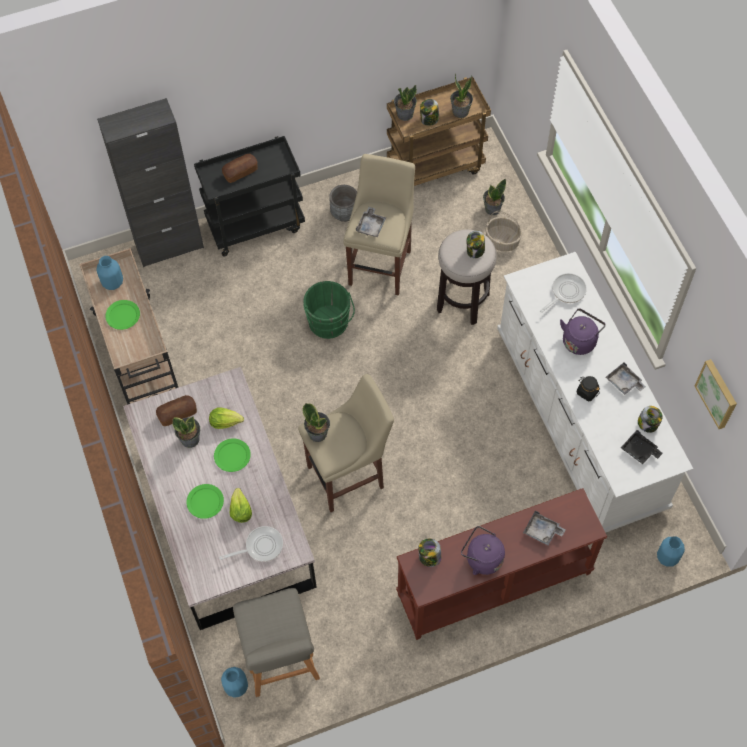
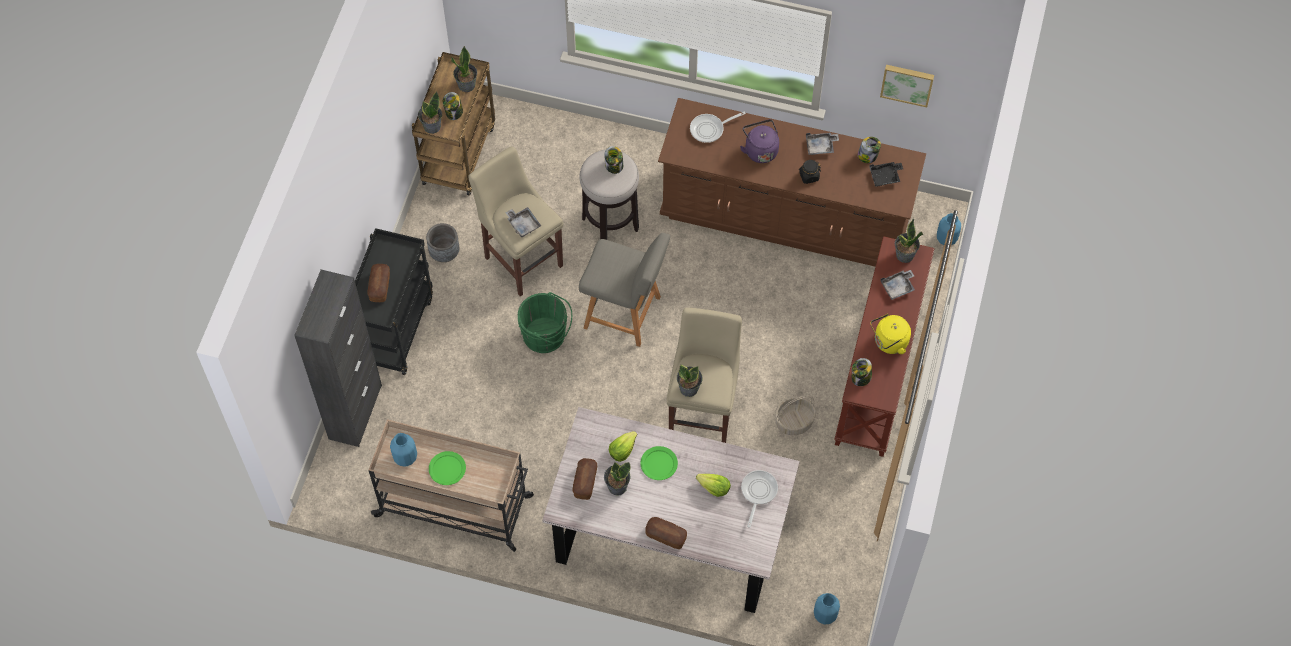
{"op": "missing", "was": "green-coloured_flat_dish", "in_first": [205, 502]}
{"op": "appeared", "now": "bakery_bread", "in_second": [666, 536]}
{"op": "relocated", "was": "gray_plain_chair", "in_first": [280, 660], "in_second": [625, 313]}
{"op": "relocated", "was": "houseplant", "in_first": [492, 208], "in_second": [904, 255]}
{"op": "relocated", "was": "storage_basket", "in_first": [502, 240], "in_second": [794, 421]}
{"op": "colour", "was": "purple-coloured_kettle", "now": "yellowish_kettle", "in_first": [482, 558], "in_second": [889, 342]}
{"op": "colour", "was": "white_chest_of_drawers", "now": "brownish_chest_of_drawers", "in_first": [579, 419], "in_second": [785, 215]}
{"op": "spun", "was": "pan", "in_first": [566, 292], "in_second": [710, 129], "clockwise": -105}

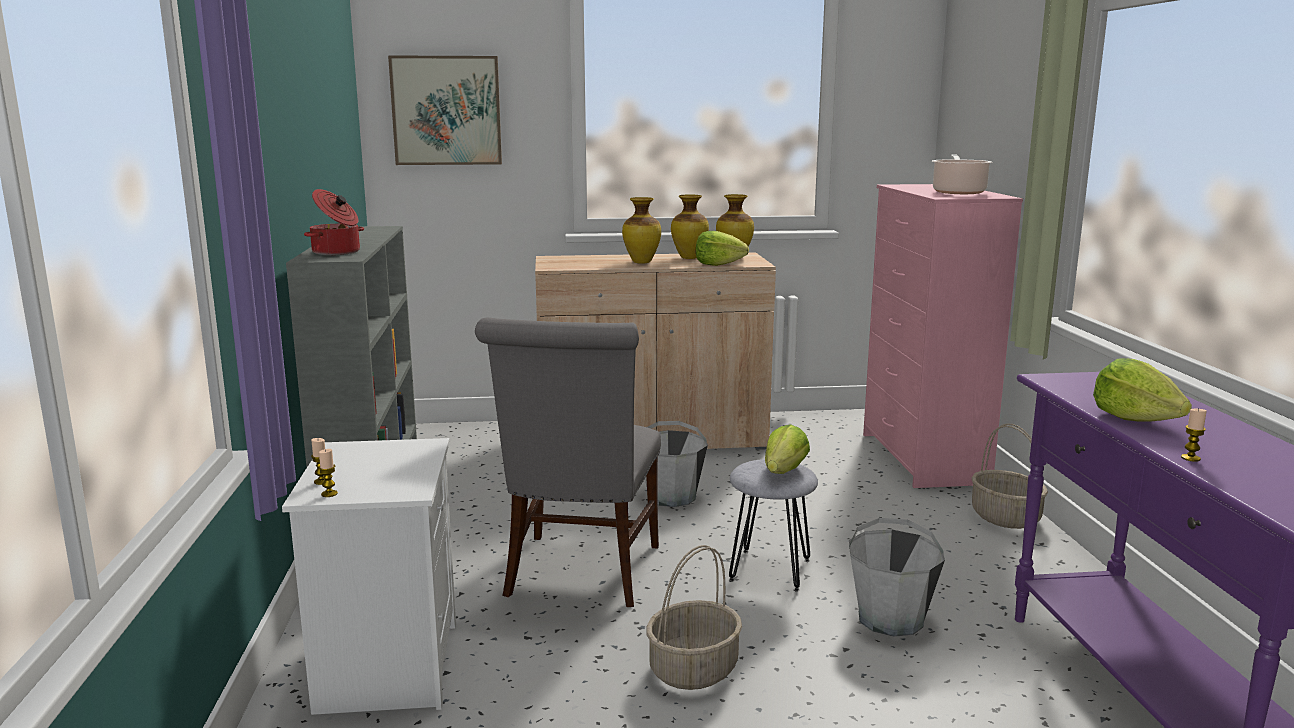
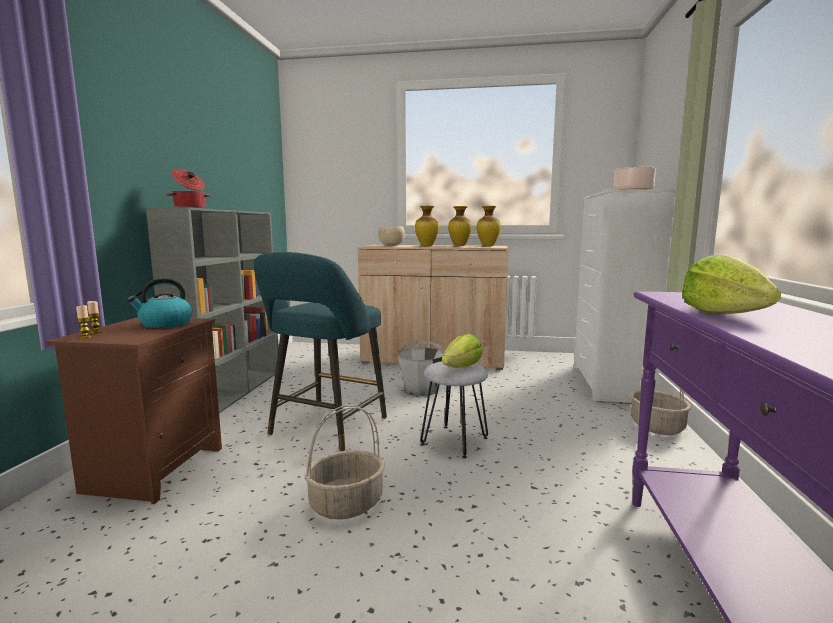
{"op": "missing", "was": "wall_picture", "in_first": [446, 110]}
{"op": "missing", "was": "lettuce_head", "in_first": [718, 264]}
{"op": "missing", "was": "gray_water_bucket", "in_first": [890, 619]}
{"op": "missing", "was": "candle", "in_first": [1190, 458]}
{"op": "appeared", "now": "kettle", "in_second": [165, 324]}
{"op": "appeared", "now": "beige_serving_bowl", "in_second": [391, 245]}
{"op": "exchanged", "was": "gray_plain_chair", "now": "turquoise-coloured_stool", "in_first": [580, 575], "in_second": [325, 429]}
{"op": "colour", "was": "white_bedside_table", "now": "brownish_bedside_table", "in_first": [387, 665], "in_second": [154, 468]}
{"op": "colour", "was": "pink-coloured_chest_of_drawers", "now": "white_chest_of_drawers", "in_first": [922, 459], "in_second": [609, 384]}

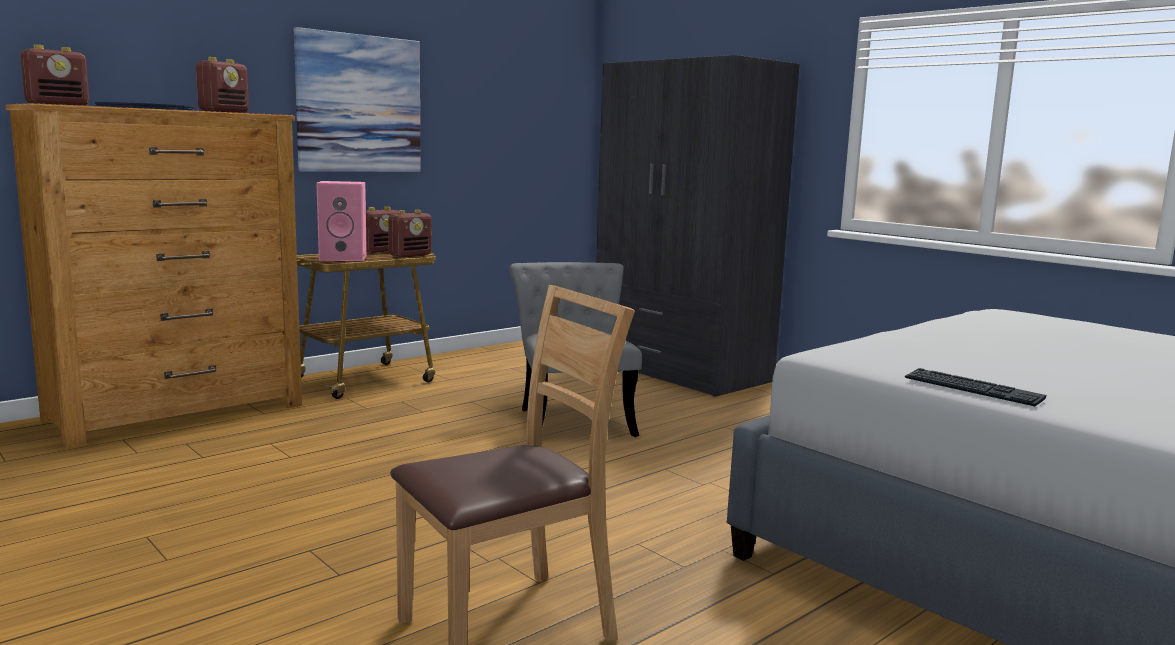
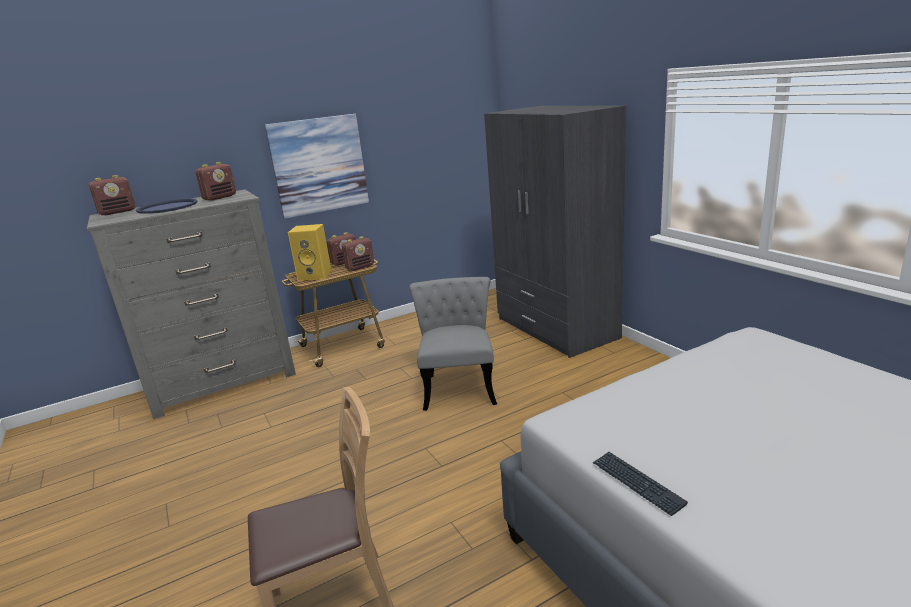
{"op": "colour", "was": "brownish_chest_of_drawers", "now": "gray_chest_of_drawers", "in_first": [177, 412], "in_second": [223, 382]}
{"op": "colour", "was": "pink-coloured_loudspeaker", "now": "yellowish_loudspeaker", "in_first": [344, 258], "in_second": [315, 275]}

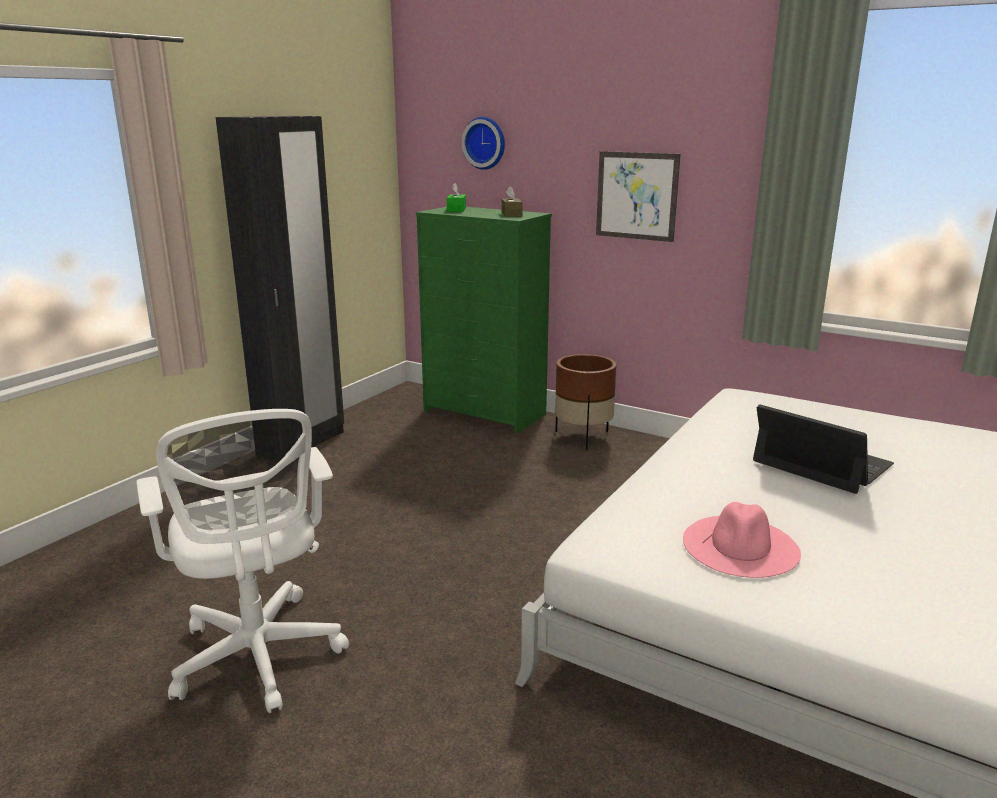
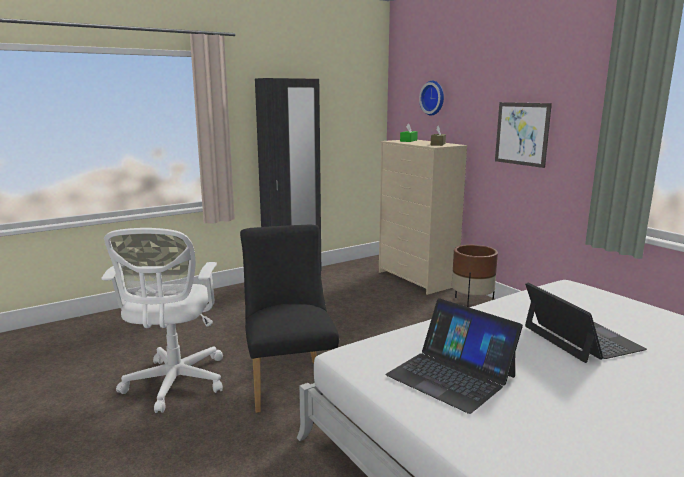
{"op": "appeared", "now": "blackish_plain_chair", "in_second": [290, 381]}
{"op": "exchanged", "was": "pink-coloured_clothing_hat", "now": "laptop", "in_first": [740, 545], "in_second": [451, 375]}
{"op": "colour", "was": "green-coloured_chest_of_drawers", "now": "beige_chest_of_drawers", "in_first": [485, 413], "in_second": [417, 279]}

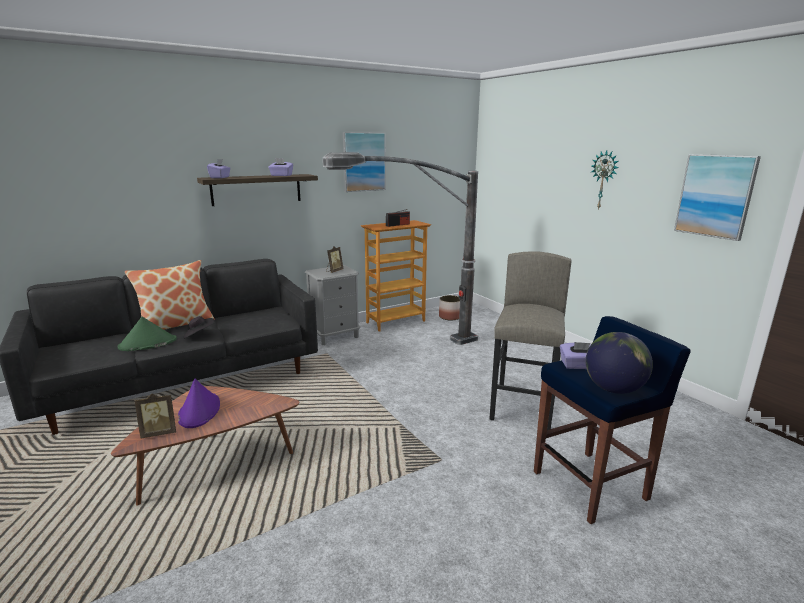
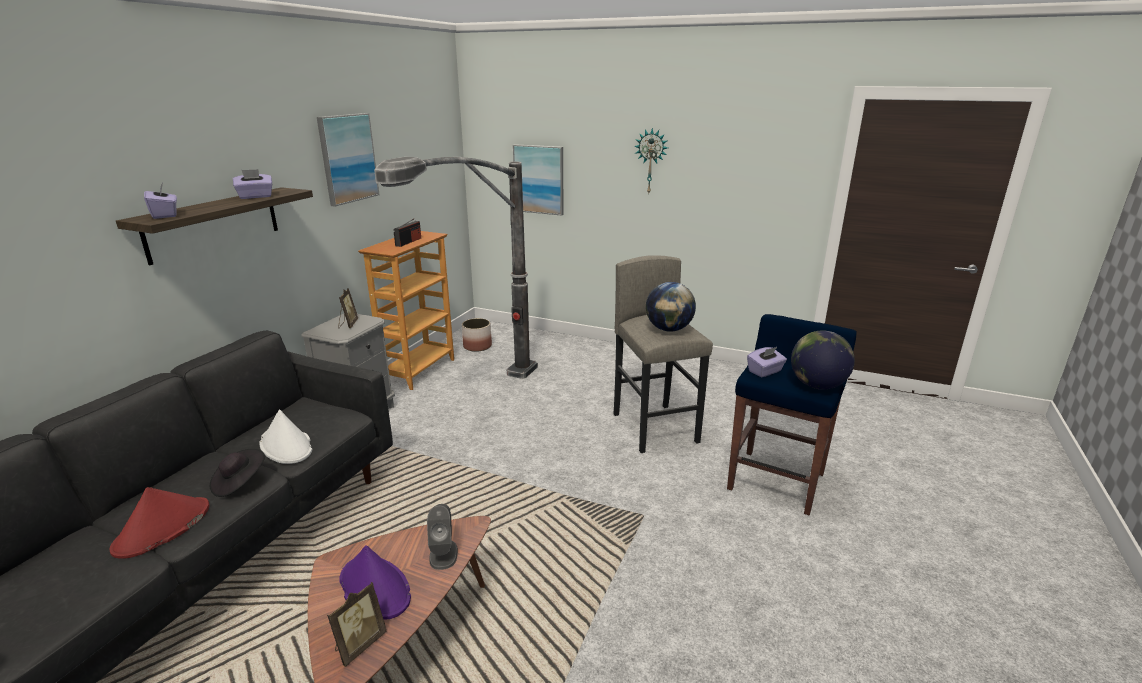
{"op": "missing", "was": "pillow", "in_first": [176, 325]}
{"op": "appeared", "now": "white_clothing_hat", "in_second": [286, 446]}
{"op": "appeared", "now": "gray_loudspeaker", "in_second": [443, 554]}
{"op": "appeared", "now": "world_globe", "in_second": [669, 329]}
{"op": "relocated", "was": "wall_picture", "in_first": [715, 196], "in_second": [539, 179]}
{"op": "colour", "was": "green-coloured_clothing_hat", "now": "red_clothing_hat", "in_first": [147, 344], "in_second": [162, 528]}

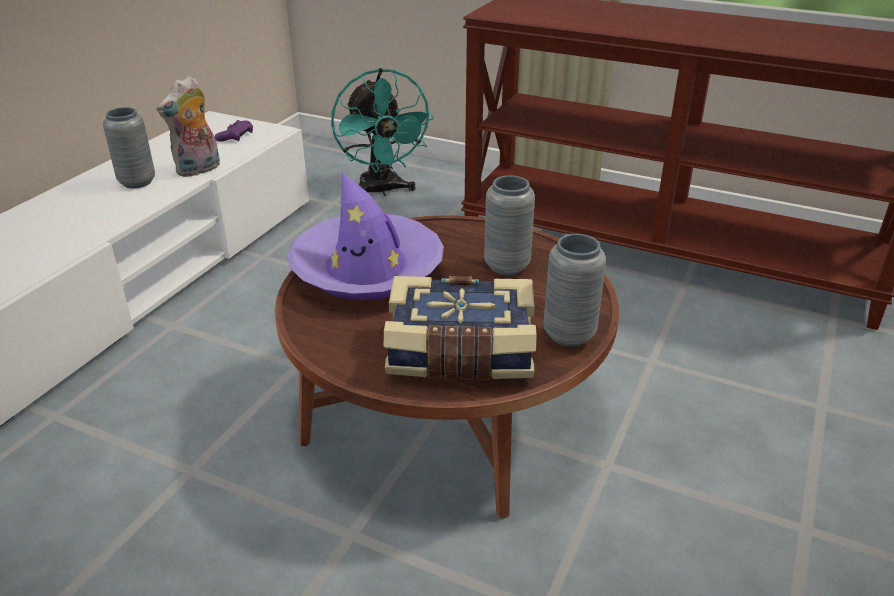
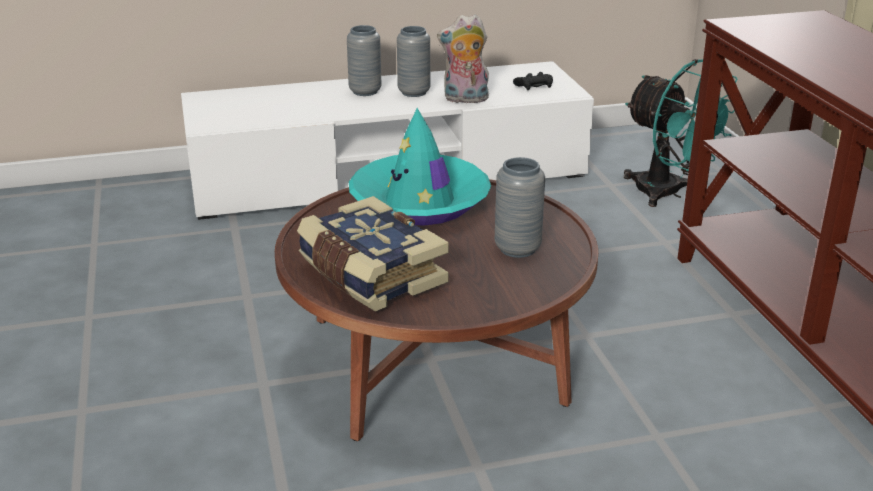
{"op": "relocated", "was": "gray_vase", "in_first": [569, 335], "in_second": [365, 92]}
{"op": "colour", "was": "purple-coloured_gamepad", "now": "blackish_gamepad", "in_first": [235, 136], "in_second": [534, 86]}
{"op": "colour", "was": "purple-coloured_clothing_hat", "now": "turquoise-coloured_clothing_hat", "in_first": [367, 269], "in_second": [420, 202]}
{"op": "spun", "was": "turquoise-coloured_fan", "in_first": [382, 191], "in_second": [668, 193], "clockwise": -75}

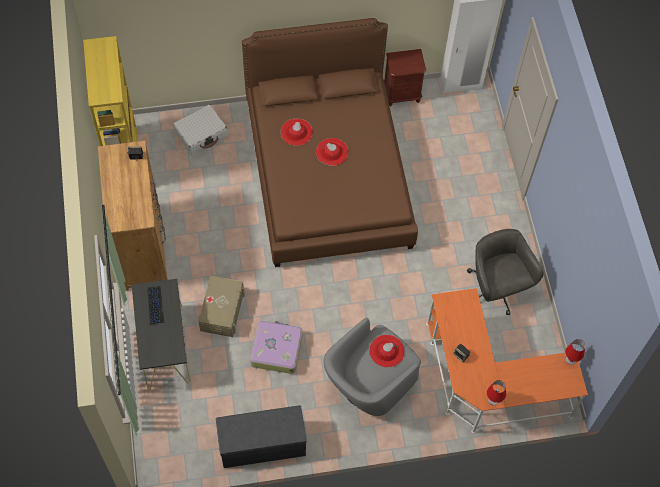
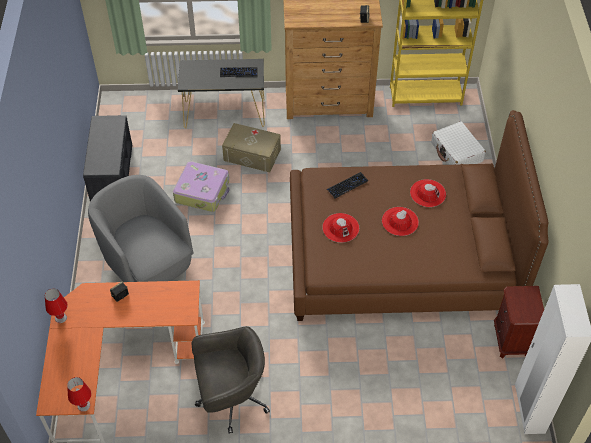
{"op": "appeared", "now": "PC_keyboard", "in_second": [347, 185]}
{"op": "relocated", "was": "red_clothing_hat", "in_first": [386, 351], "in_second": [340, 228]}

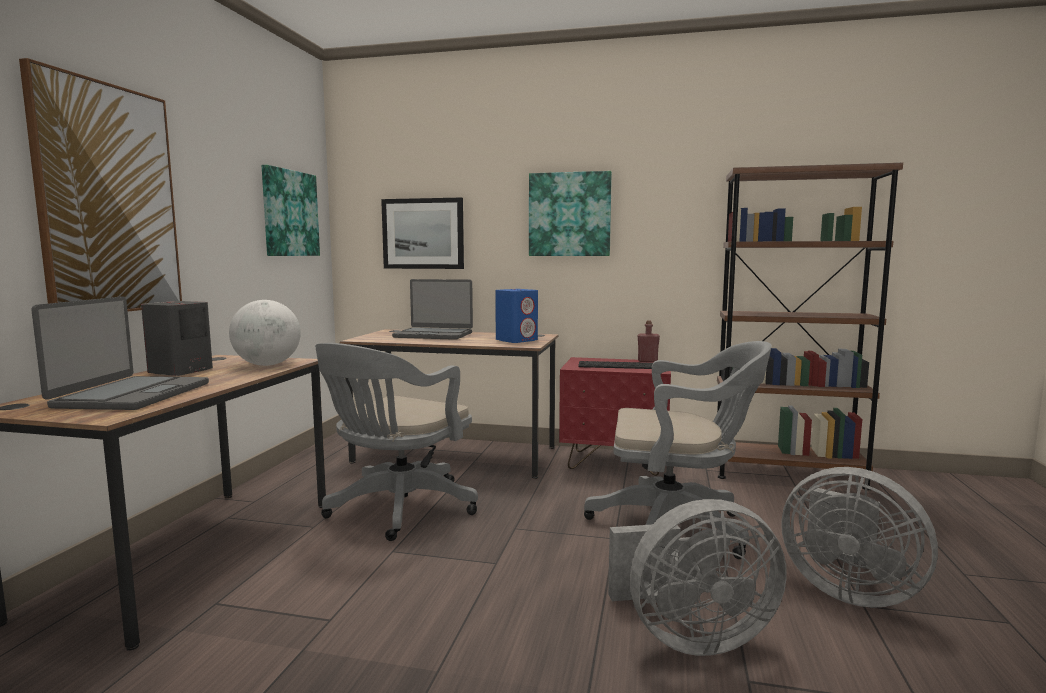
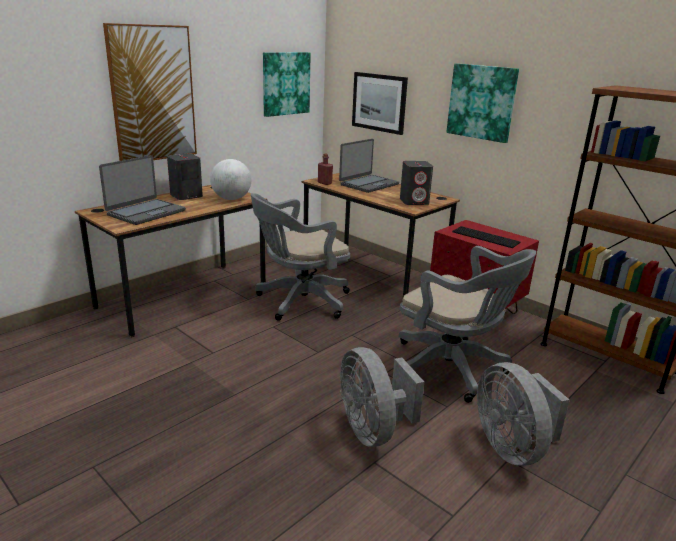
{"op": "relocated", "was": "red_drink_bottle", "in_first": [647, 361], "in_second": [324, 183]}
{"op": "colour", "was": "blue_loudspeaker", "now": "gray_loudspeaker", "in_first": [517, 340], "in_second": [414, 201]}
{"op": "spun", "was": "laptop", "in_first": [434, 335], "in_second": [368, 184], "clockwise": -90}
{"op": "spun", "was": "gray_fan", "in_first": [690, 637], "in_second": [373, 430], "clockwise": 45}

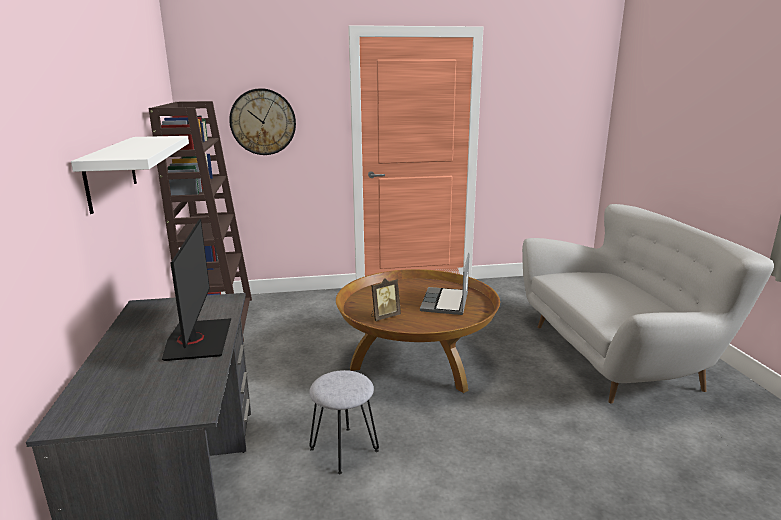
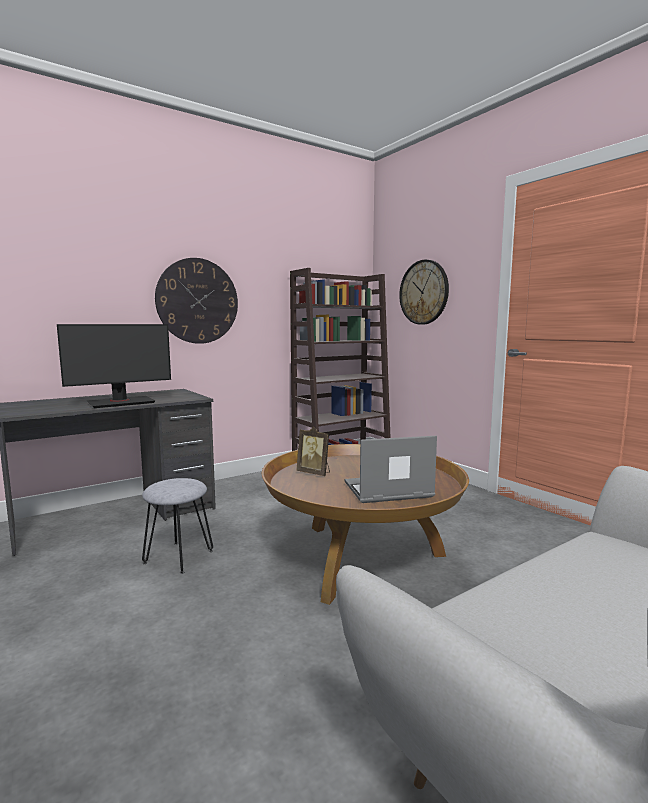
{"op": "exchanged", "was": "white_bracket_shelf", "now": "wall_clock", "in_first": [111, 172], "in_second": [197, 301]}

